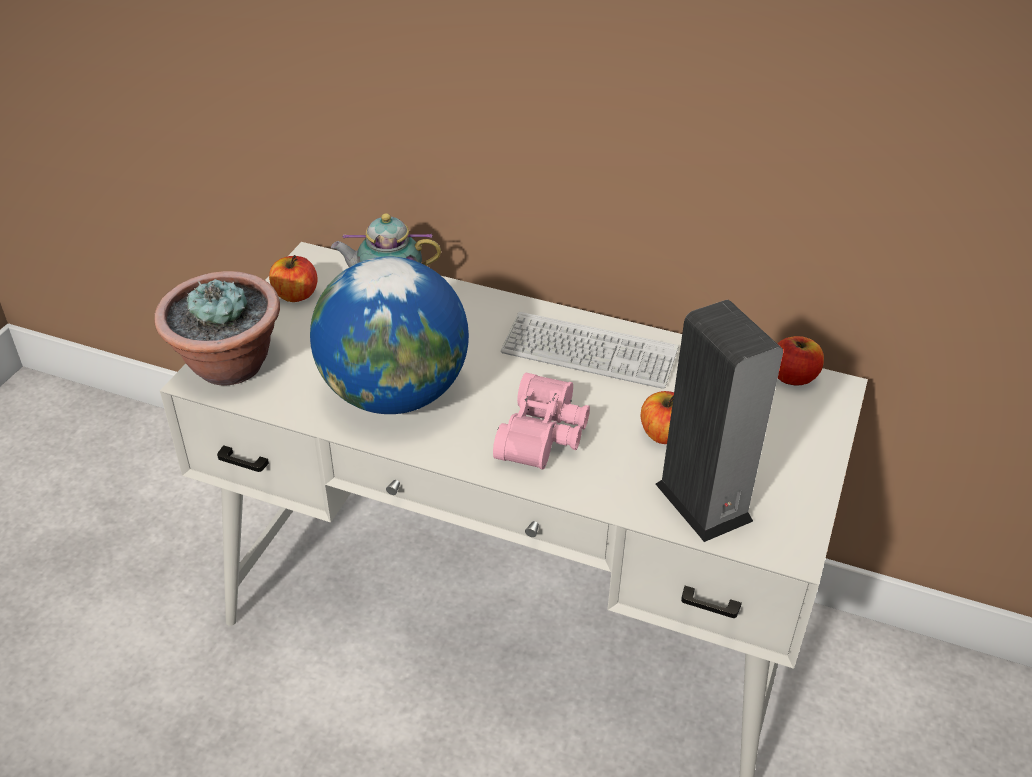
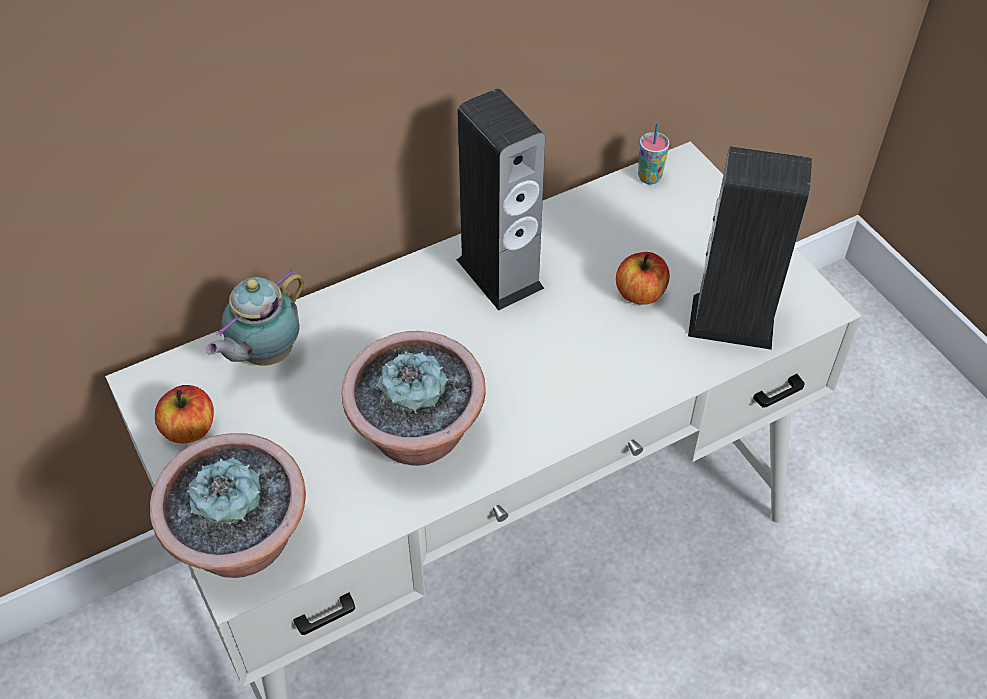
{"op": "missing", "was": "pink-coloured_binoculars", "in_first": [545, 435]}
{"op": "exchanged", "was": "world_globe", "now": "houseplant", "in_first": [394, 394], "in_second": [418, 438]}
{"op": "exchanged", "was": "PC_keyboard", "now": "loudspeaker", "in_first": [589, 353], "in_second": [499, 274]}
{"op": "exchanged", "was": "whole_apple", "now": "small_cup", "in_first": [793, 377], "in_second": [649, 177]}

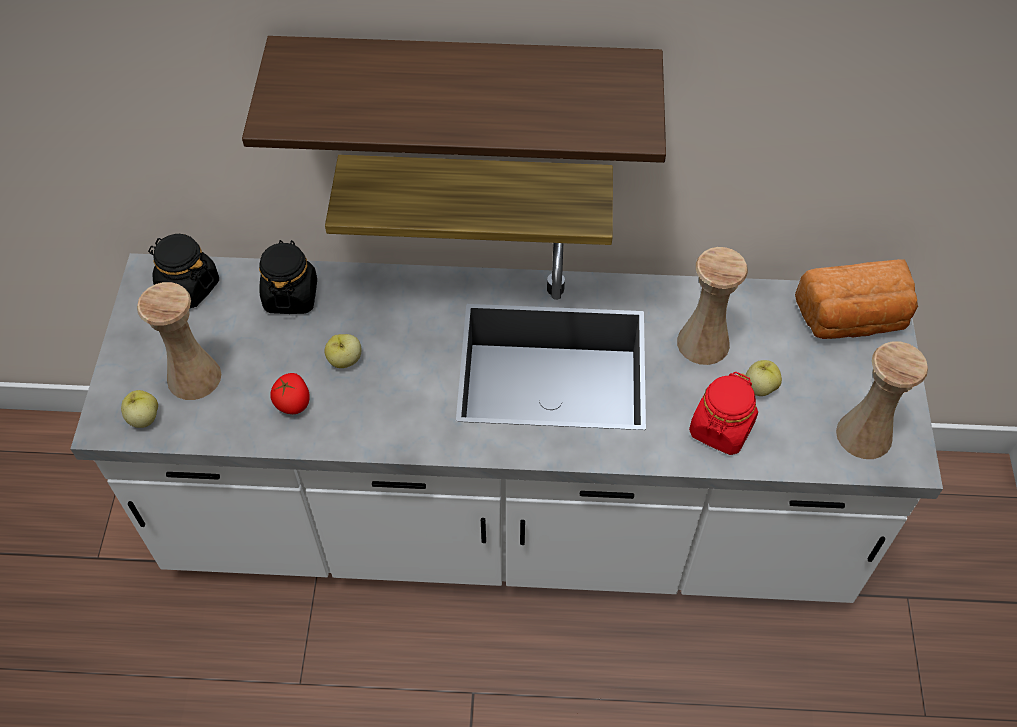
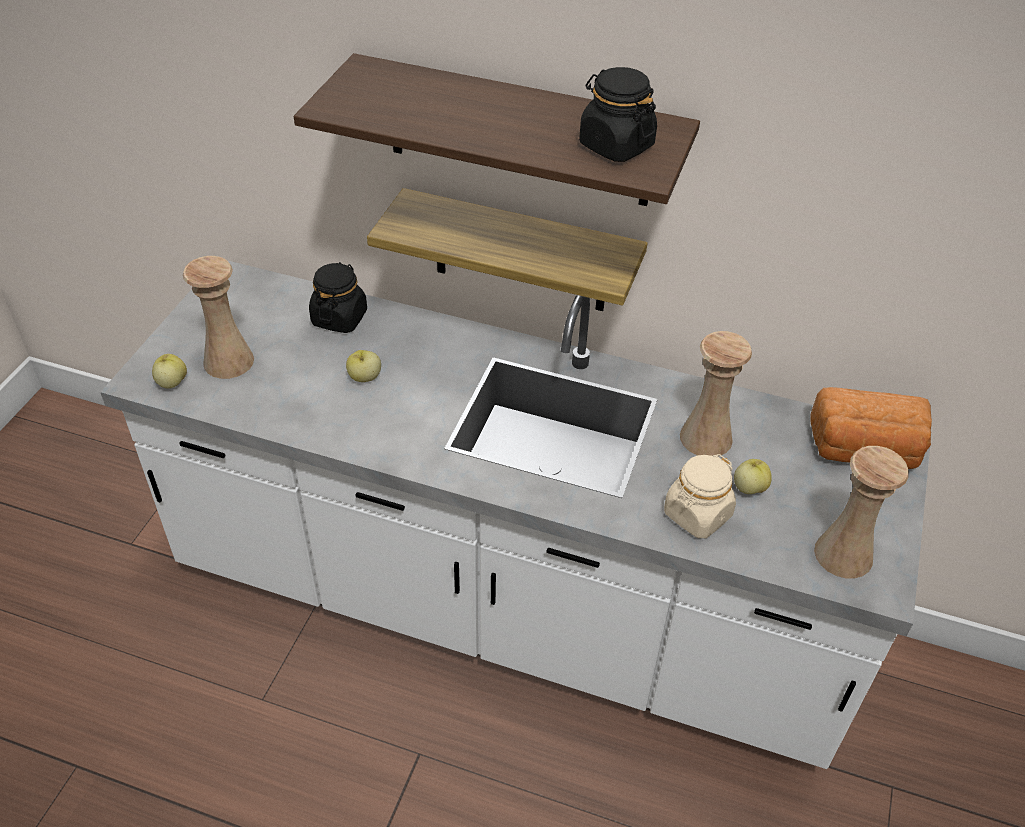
{"op": "missing", "was": "whole_tomato", "in_first": [293, 403]}
{"op": "relocated", "was": "blackish_storage_jar", "in_first": [188, 287], "in_second": [615, 145]}
{"op": "colour", "was": "red_storage_jar", "now": "beige_storage_jar", "in_first": [721, 429], "in_second": [697, 515]}

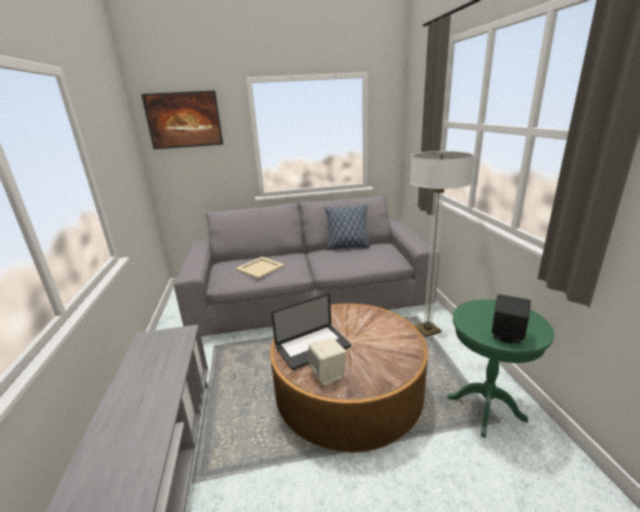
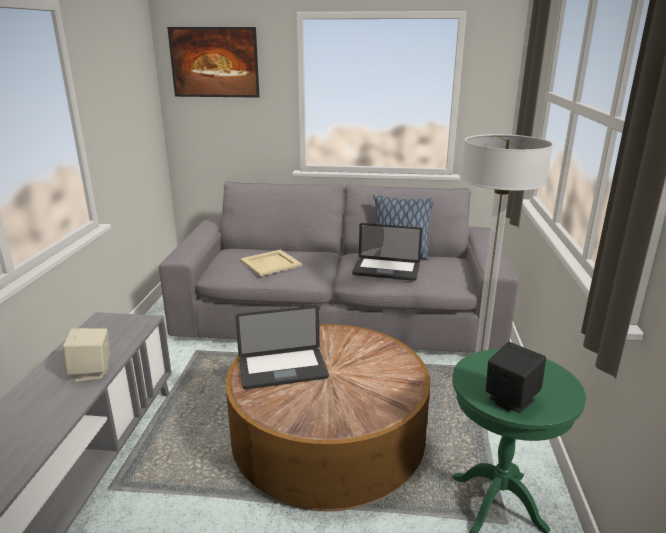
{"op": "appeared", "now": "laptop", "in_second": [386, 270]}
{"op": "relocated", "was": "beige_loudspeaker", "in_first": [328, 375], "in_second": [92, 372]}

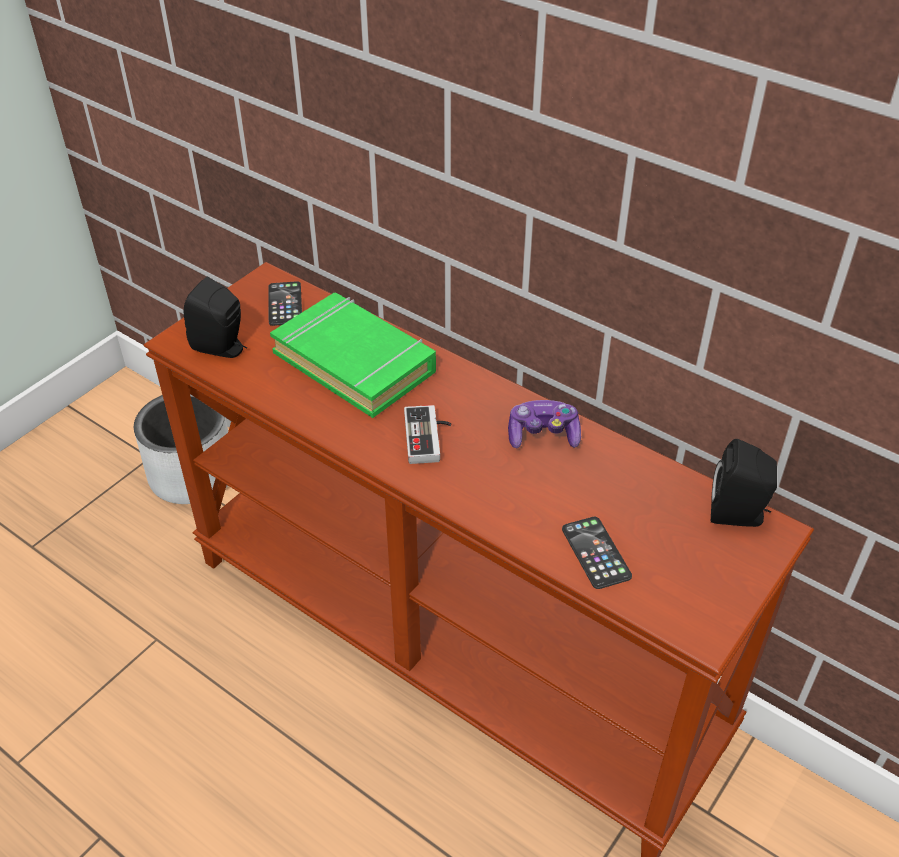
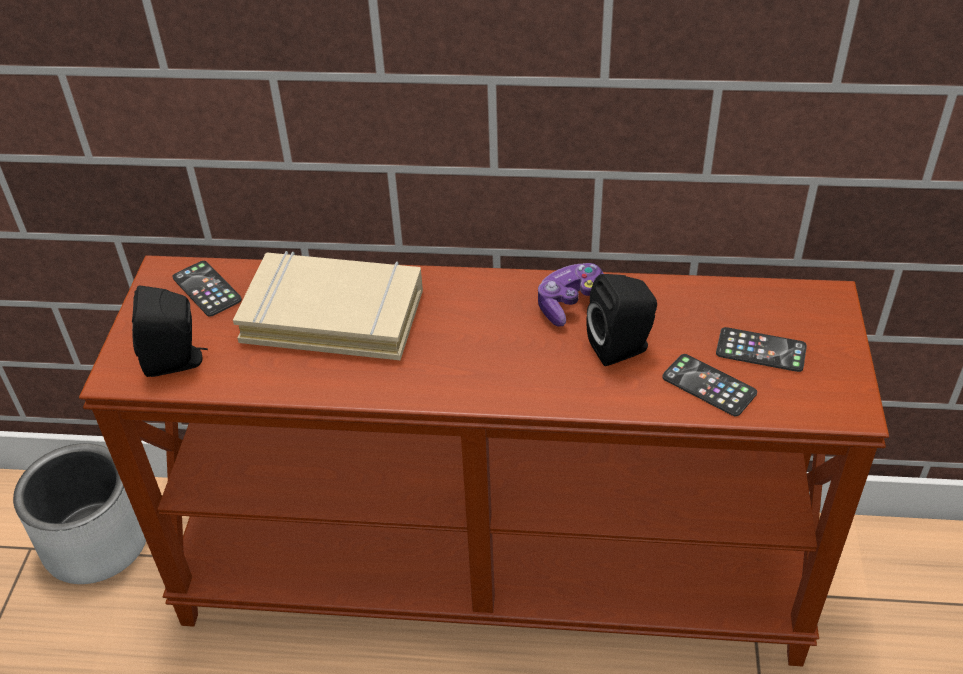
{"op": "missing", "was": "gamepad", "in_first": [429, 437]}
{"op": "appeared", "now": "phone", "in_second": [760, 350]}
{"op": "relocated", "was": "blackish_loudspeaker", "in_first": [738, 515], "in_second": [622, 348]}
{"op": "colour", "was": "green-coloured_book", "now": "beige_book", "in_first": [355, 362], "in_second": [333, 314]}

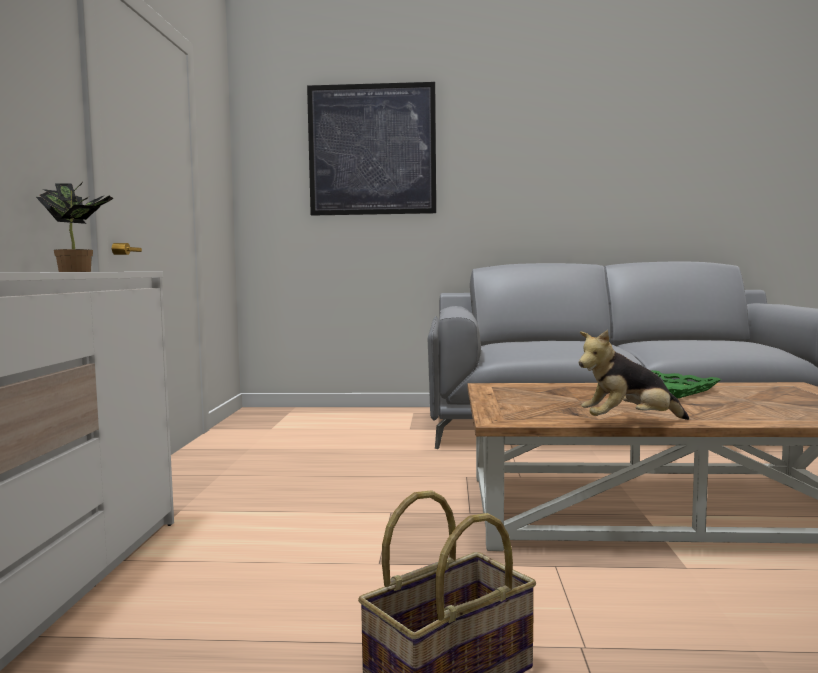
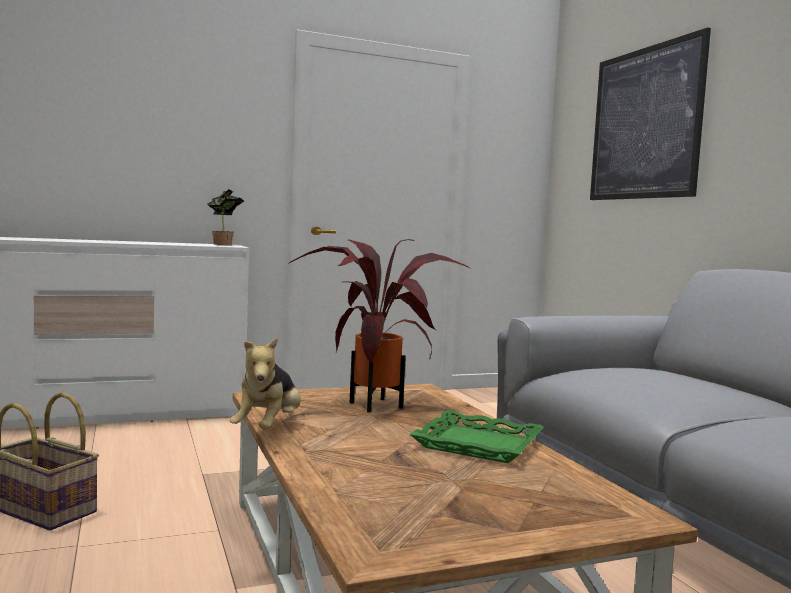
{"op": "appeared", "now": "houseplant", "in_second": [376, 403]}
{"op": "spun", "was": "soft_toy", "in_first": [629, 423], "in_second": [269, 428], "clockwise": -135}

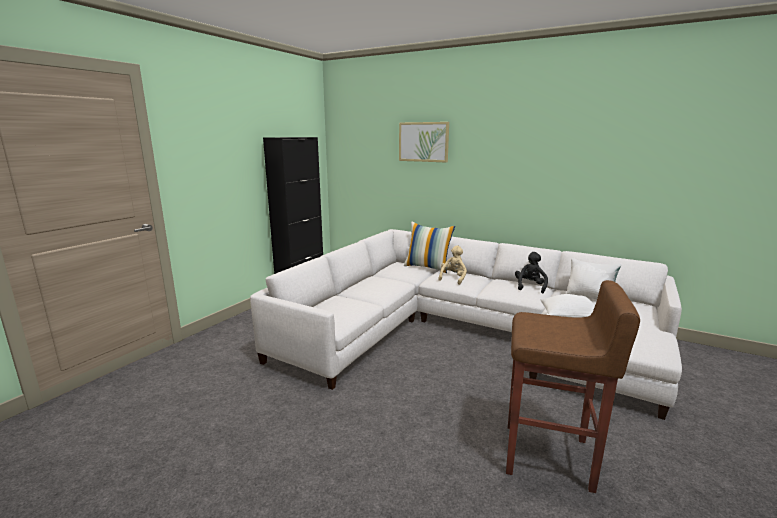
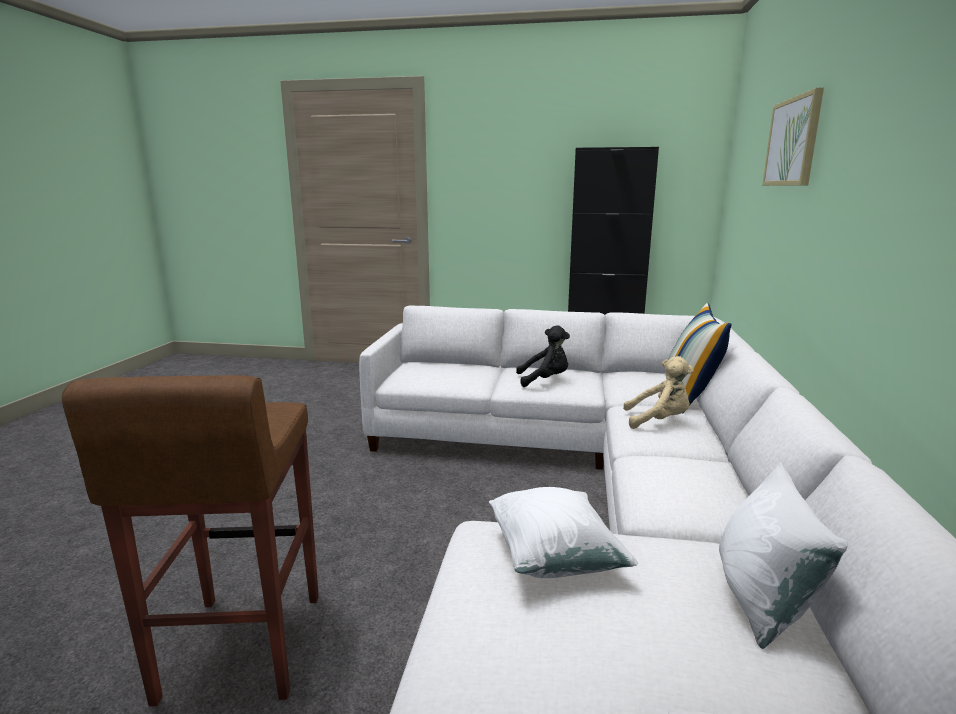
{"op": "relocated", "was": "blackish_soft_toy", "in_first": [530, 287], "in_second": [545, 380]}

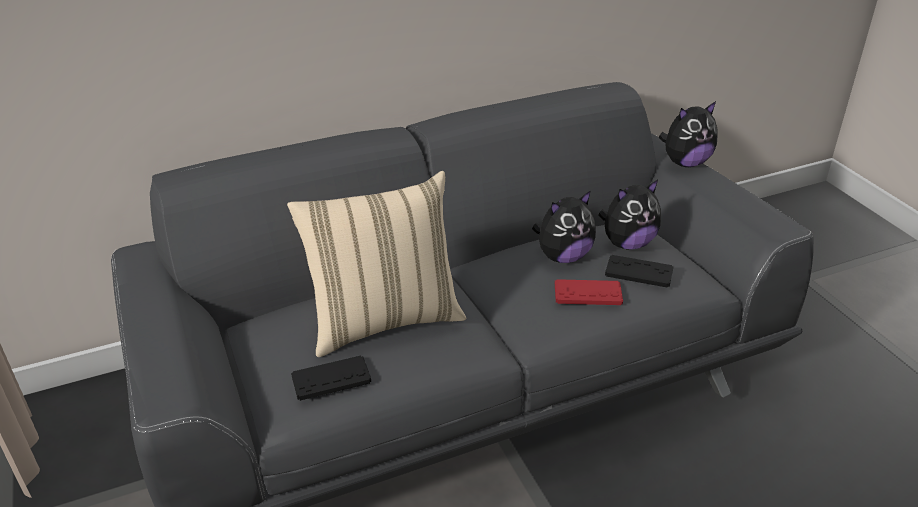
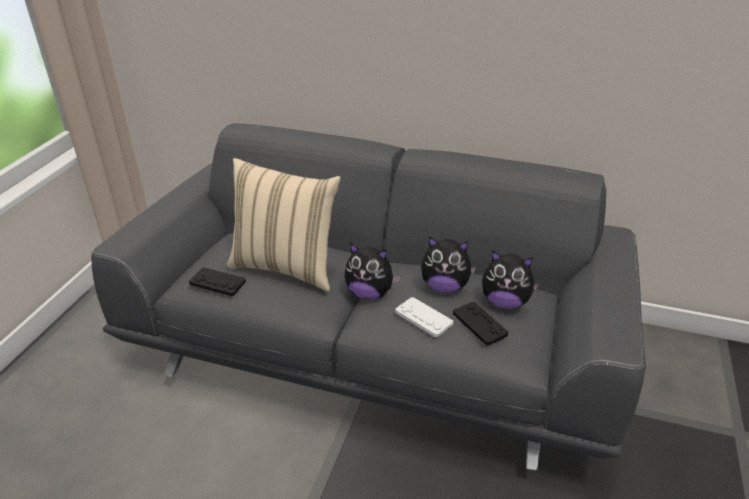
{"op": "relocated", "was": "soft_toy", "in_first": [685, 163], "in_second": [370, 293]}
{"op": "colour", "was": "red_gamepad", "now": "white_gamepad", "in_first": [588, 294], "in_second": [423, 318]}

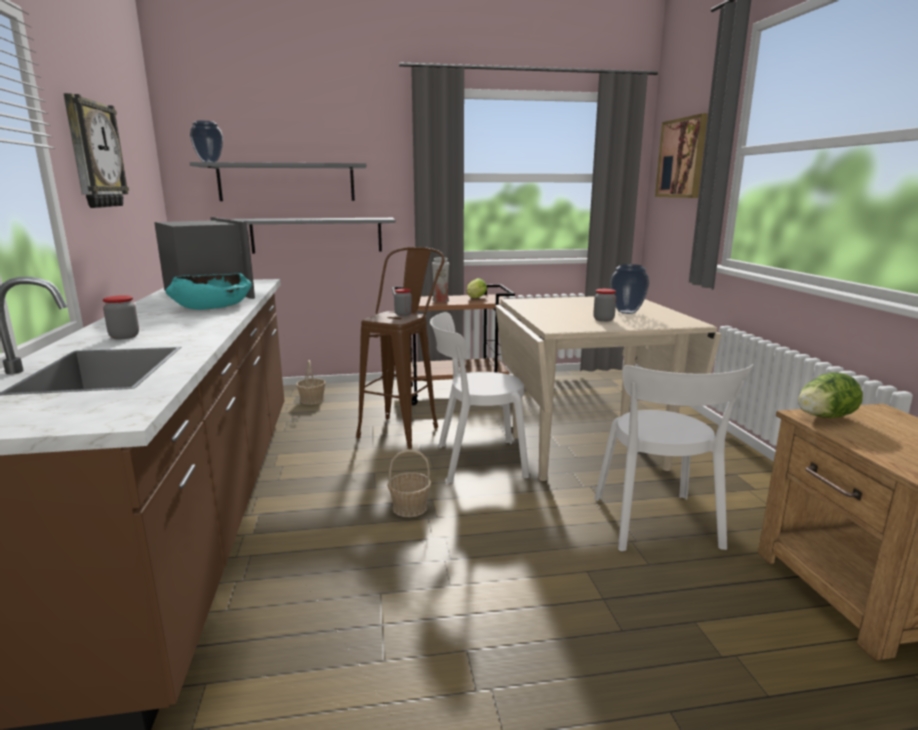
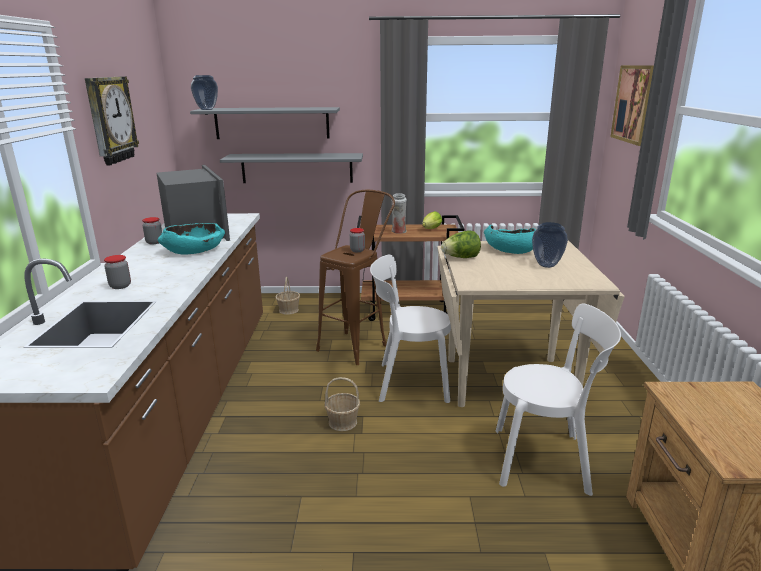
{"op": "appeared", "now": "turquoise-coloured_serving_bowl", "in_second": [510, 250]}
{"op": "relocated", "was": "storage_jar", "in_first": [603, 320], "in_second": [154, 242]}
{"op": "relocated", "was": "lettuce_head", "in_first": [823, 417], "in_second": [461, 258]}
{"op": "spun", "was": "white_plain_chair", "in_first": [657, 525], "in_second": [546, 460], "clockwise": -90}

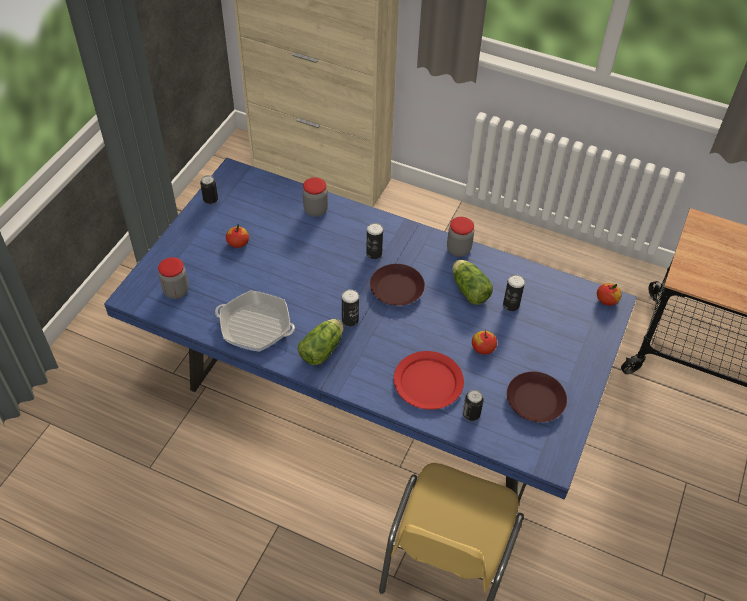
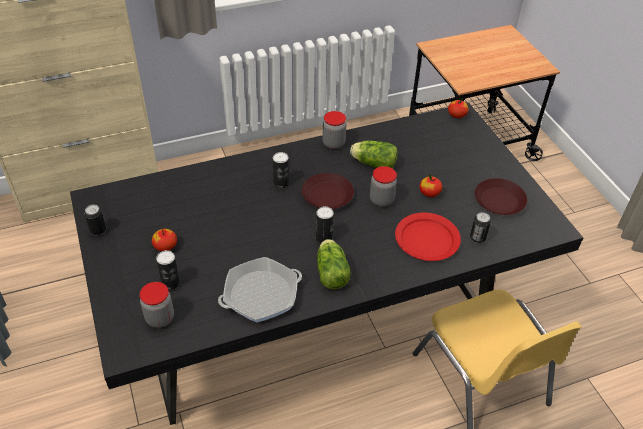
{"op": "relocated", "was": "storage_jar", "in_first": [315, 210], "in_second": [381, 200]}
{"op": "relocated", "was": "can", "in_first": [511, 305], "in_second": [170, 283]}
{"op": "colour", "was": "blue_dinner_table", "now": "blackish_dinner_table", "in_first": [371, 405], "in_second": [318, 322]}

